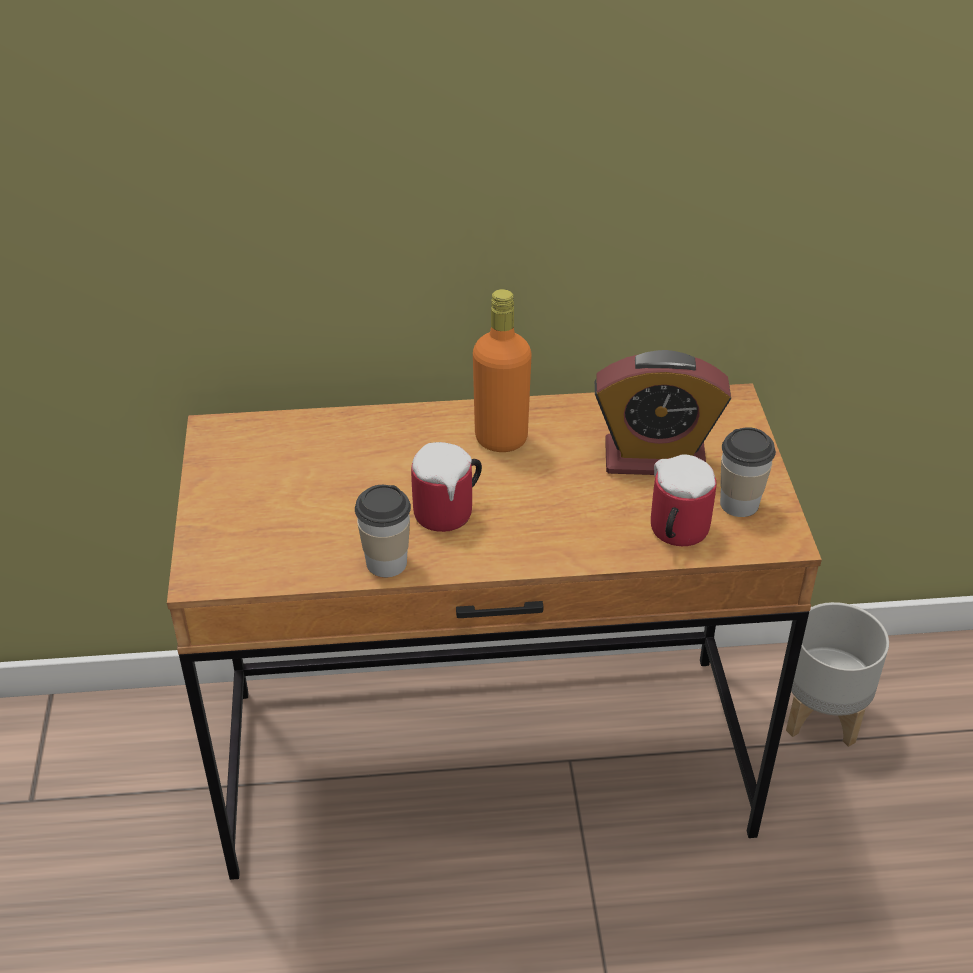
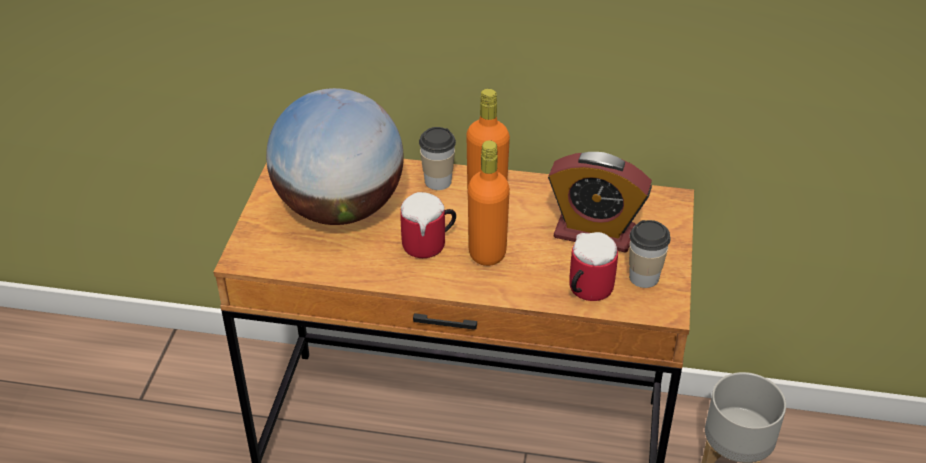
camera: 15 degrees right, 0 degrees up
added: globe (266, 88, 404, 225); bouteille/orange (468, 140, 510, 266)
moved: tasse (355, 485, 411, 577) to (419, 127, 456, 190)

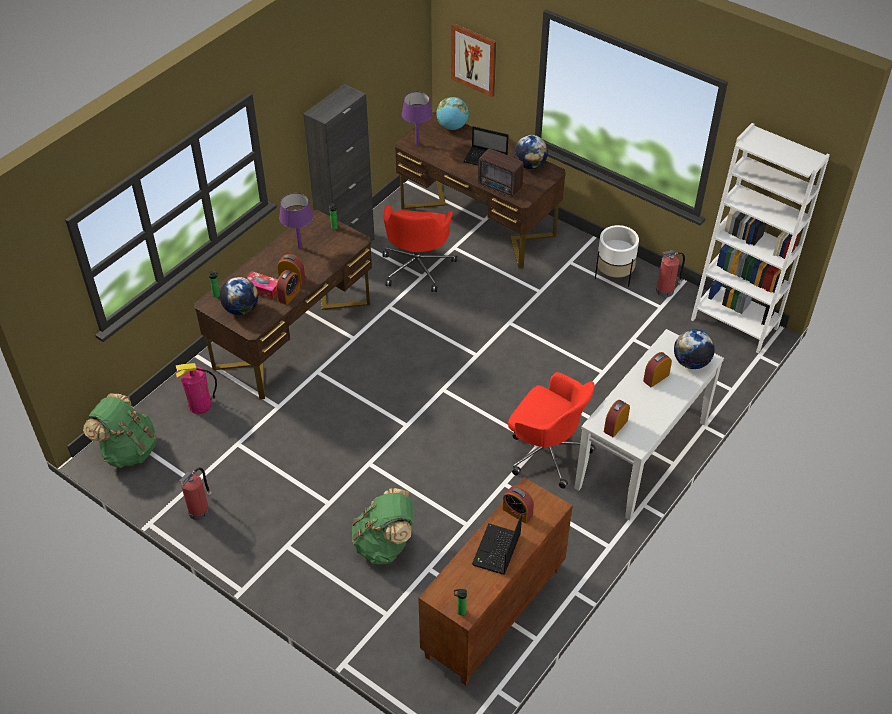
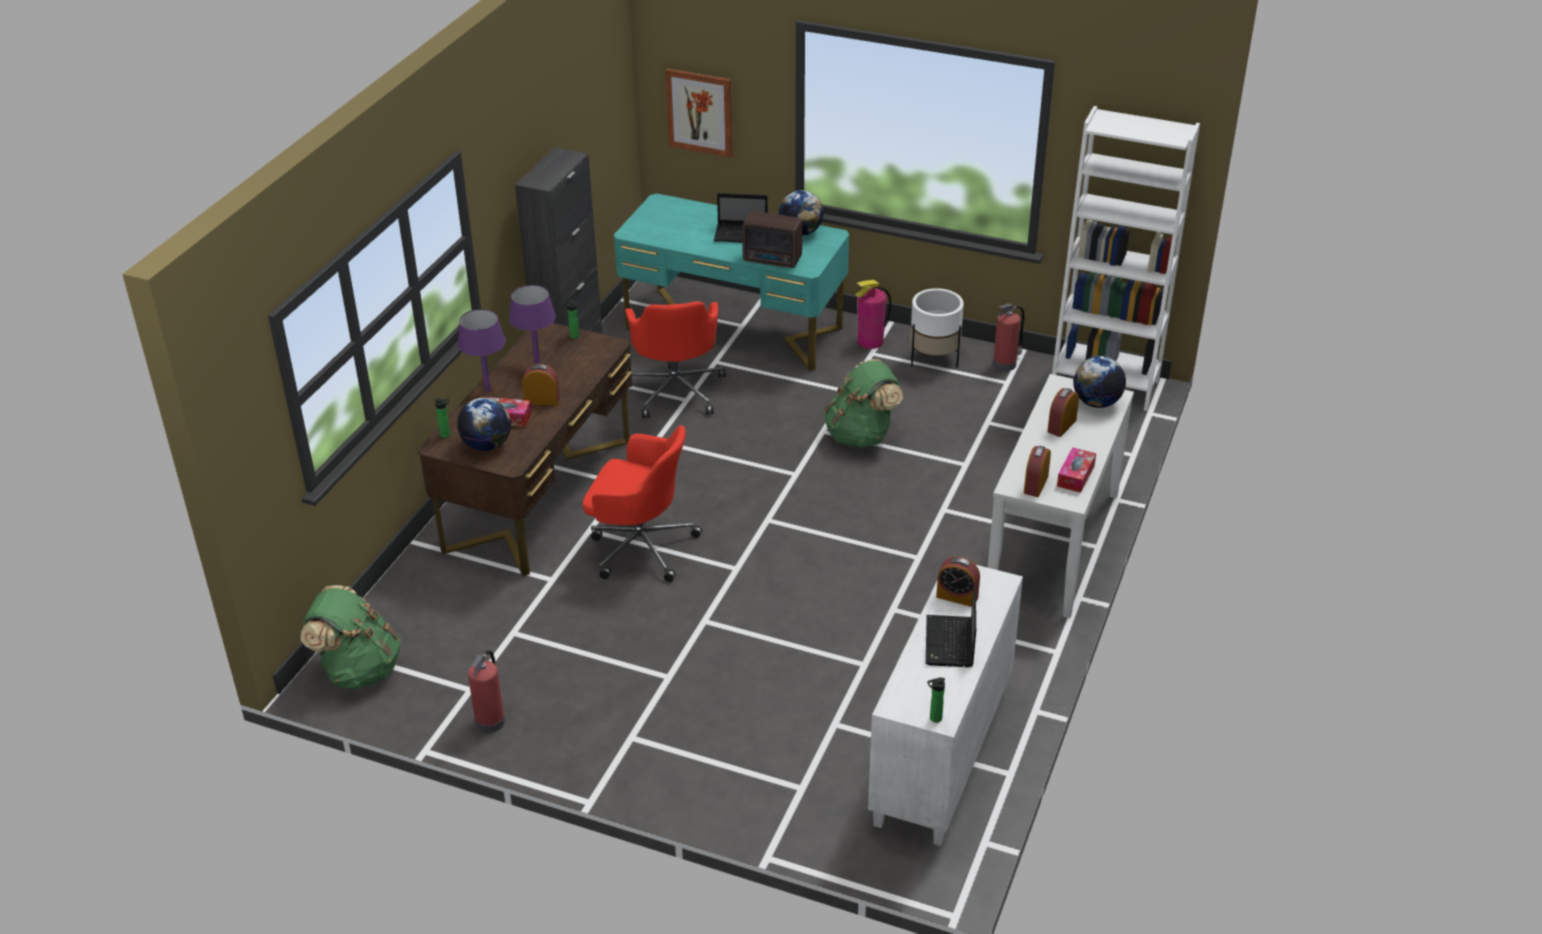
camera: 15 degrees left, 10 degrees down
removed: réveil (276, 270, 301, 305); globe (436, 97, 469, 130)
added: boîte à mouchoirs (1057, 447, 1096, 493)
moved: extincteur (176, 363, 217, 414) to (855, 280, 891, 349); sac à dos/vert (352, 488, 414, 564) to (823, 359, 903, 448); lampe de table/violet (402, 92, 433, 146) to (458, 309, 505, 392); chaise de bureau/rouge (508, 372, 595, 489) to (582, 425, 702, 582)
recoloured: bureau/marron (394, 112, 566, 269) to bureau/turquoise (614, 194, 849, 371); meuble de rangement/marron (418, 477, 573, 685) to meuble de rangement/blanc (868, 565, 1023, 846)

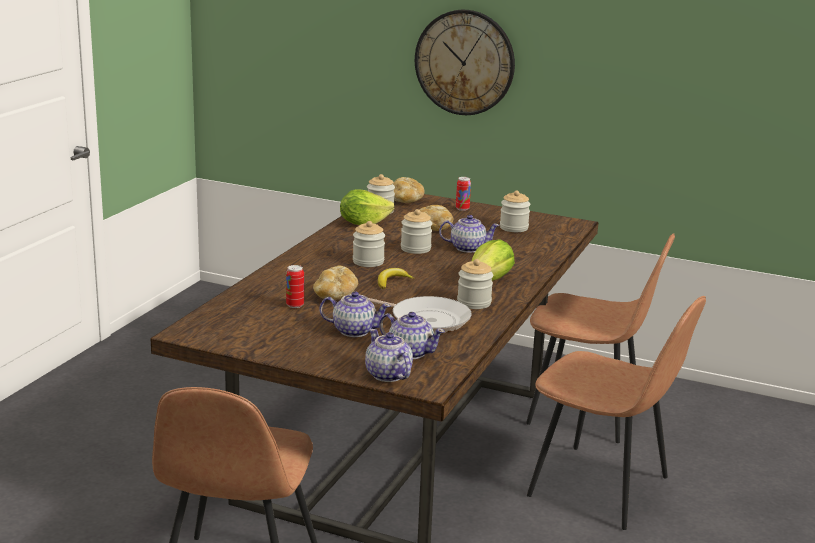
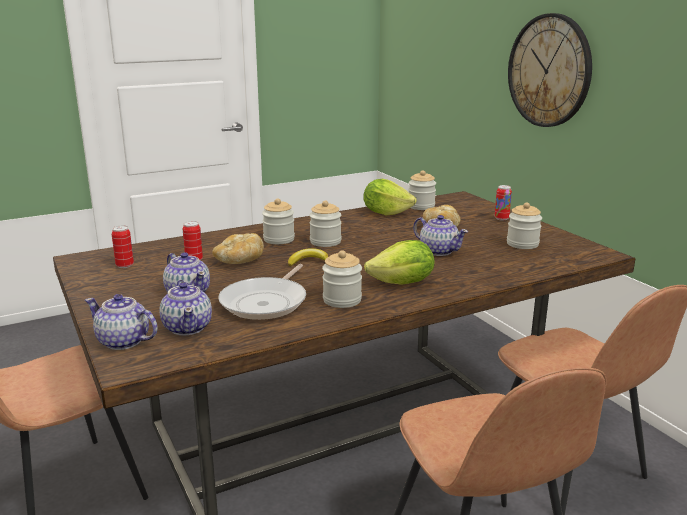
camera: 40 degrees right, 0 degrees up
removed: pain (393, 177, 425, 203)
added: boîte métallique (112, 225, 134, 268)
moved: bocal (401, 209, 432, 254) to (262, 198, 295, 244)
turned: théière (365, 329, 413, 382) = (85, 294, 158, 350) 75 degrees counterclockwise; poêle (368, 296, 472, 333) = (218, 264, 306, 320) 45 degrees clockwise

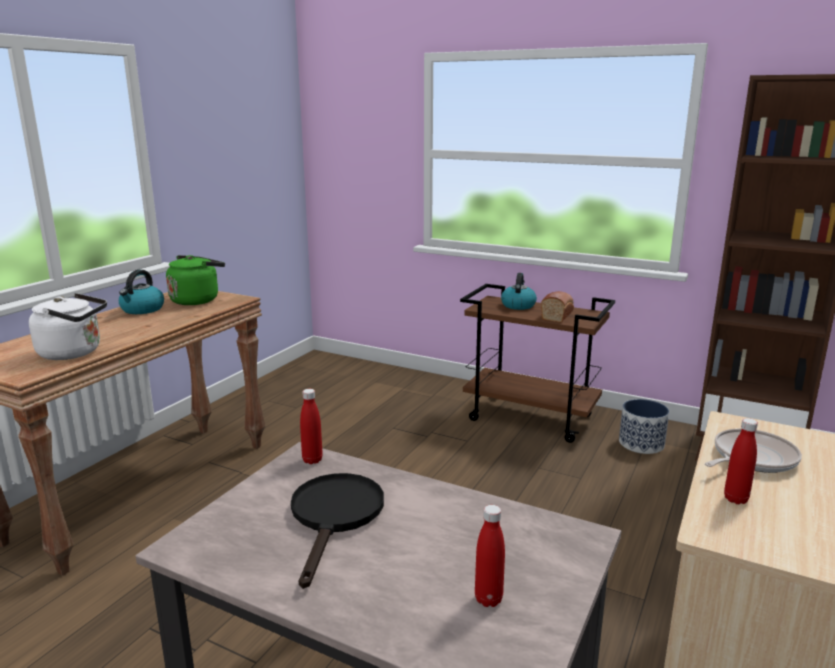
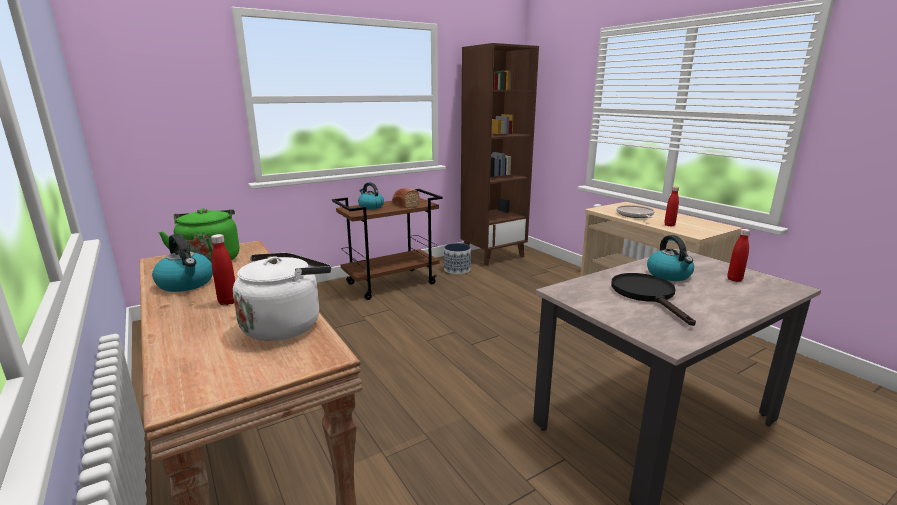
camera: 60 degrees left, 0 degrees up
added: bouilloire (647, 235, 694, 281)
moved: bouteille/rouge (300, 389, 323, 464) to (211, 234, 235, 305)
turned: poêle/noir (291, 473, 384, 589) = (611, 273, 696, 326) 45 degrees clockwise

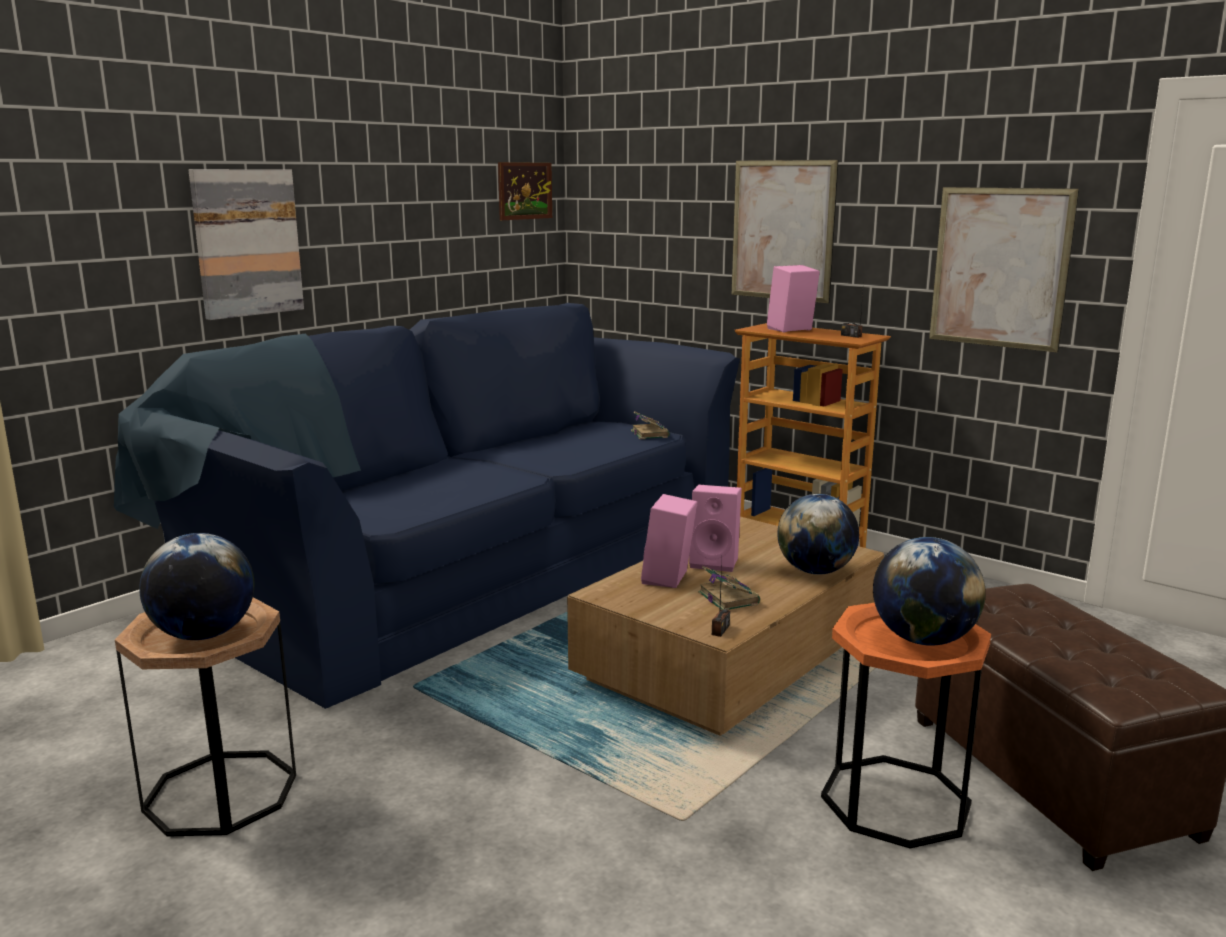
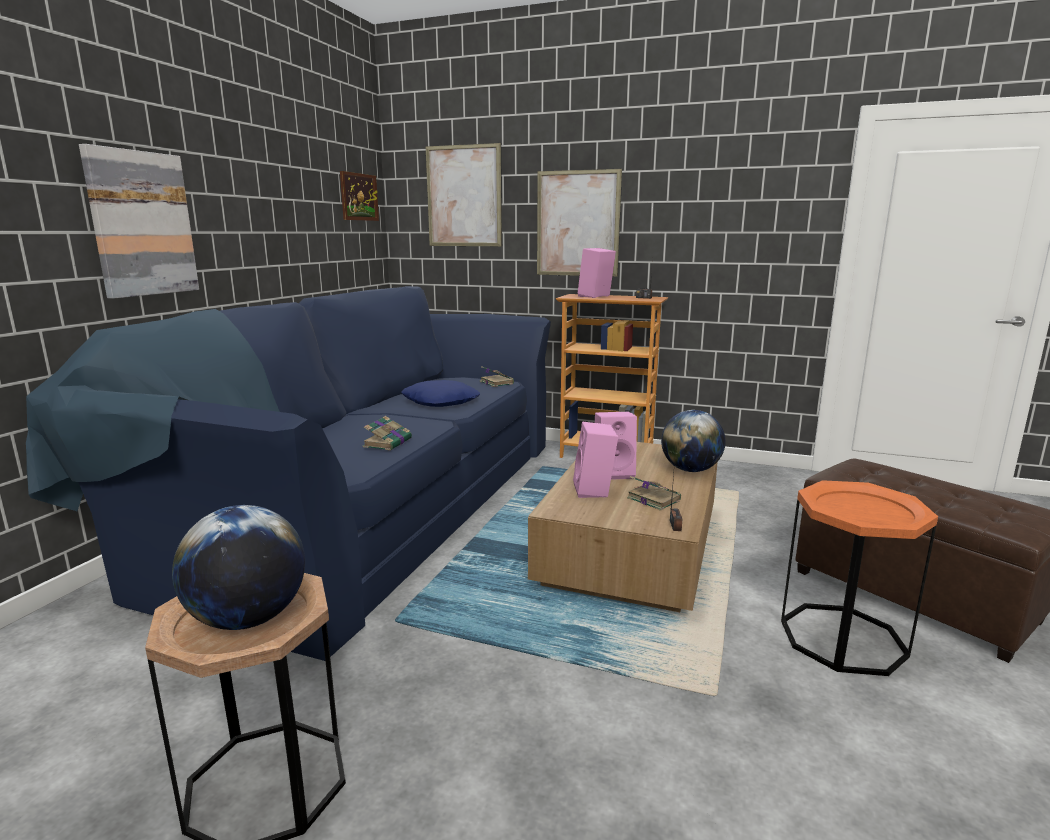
camera: 20 degrees left, 0 degrees up
removed: globe (873, 537, 986, 646)
added: livre (363, 416, 412, 451); coussin/bleu (402, 380, 480, 407)
moved: tableau (929, 187, 1079, 353) to (426, 143, 502, 246)

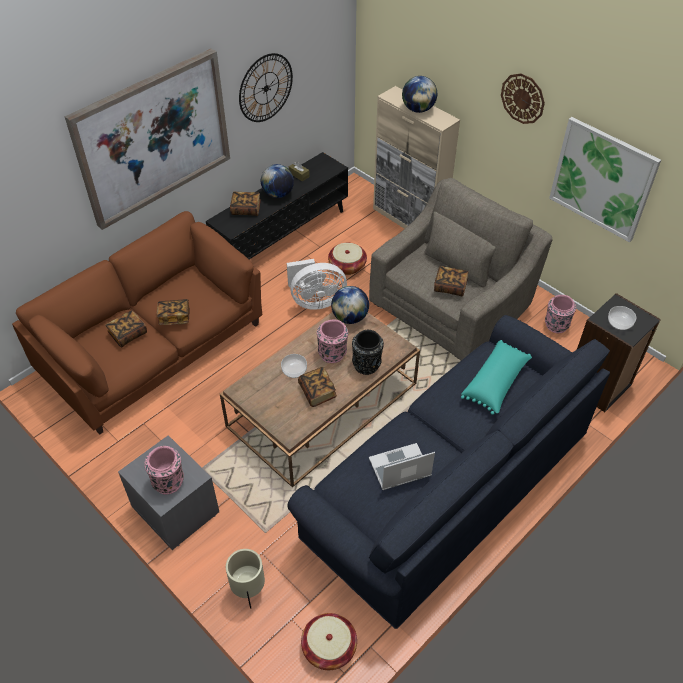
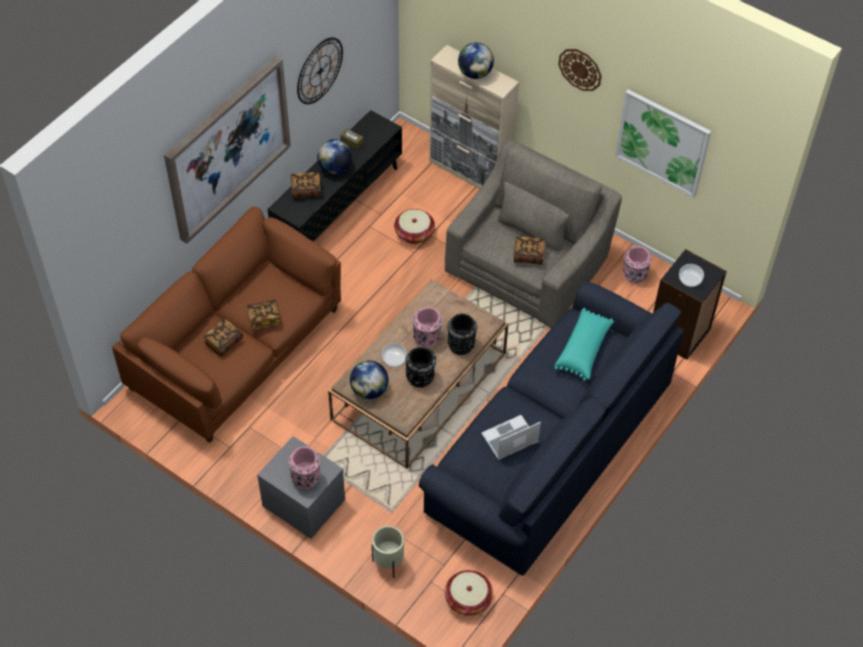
camera: 10 degrees left, 5 degrees up
removed: ventilateur/blanc (287, 259, 347, 310)
moved: globe (331, 286, 369, 324) to (350, 361, 389, 399)
replaced: livre (298, 367, 337, 407) to vase/noir (406, 347, 436, 388)

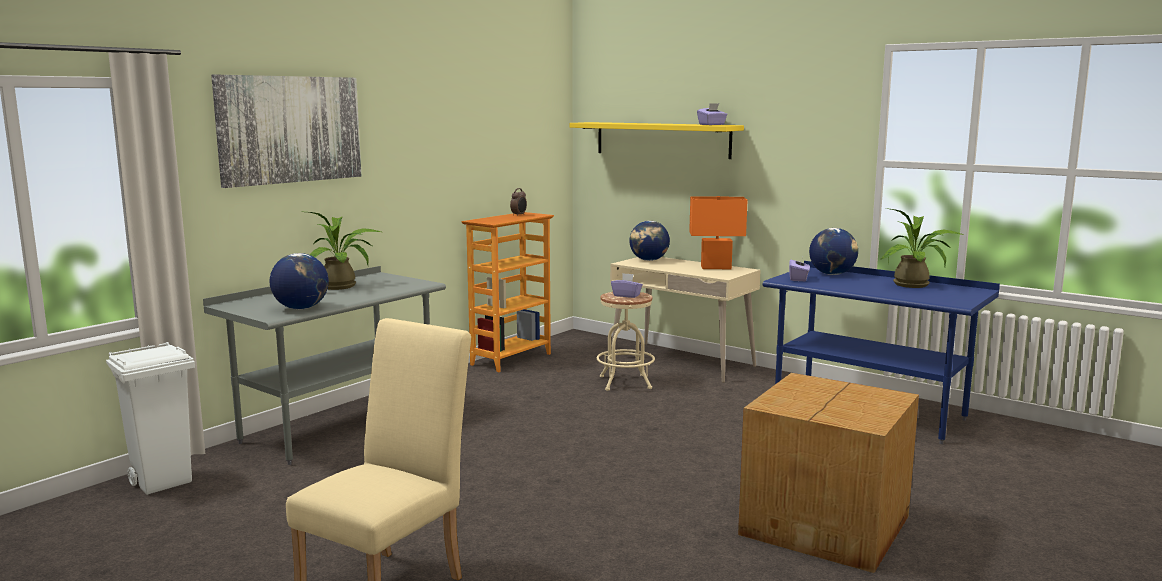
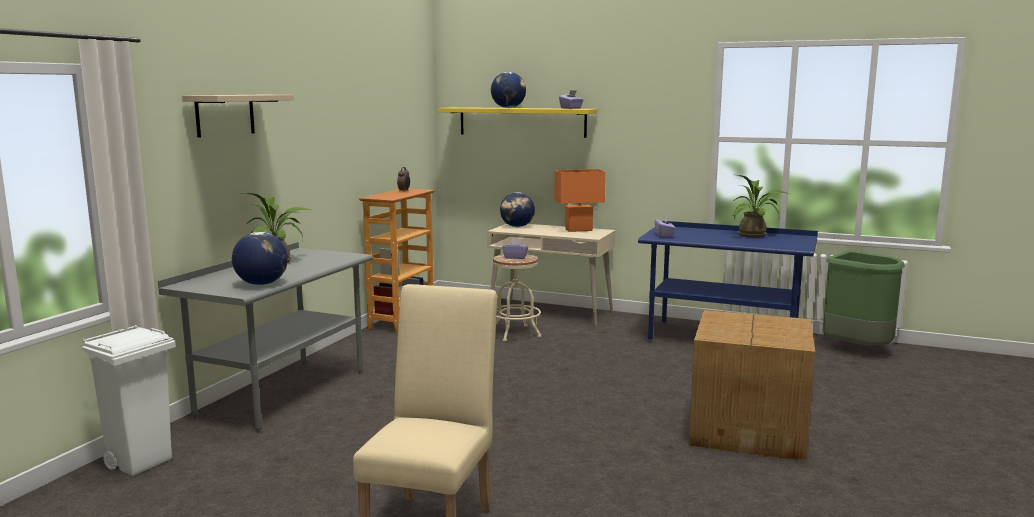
camera: 15 degrees left, 0 degrees up
added: poubelle/vert (823, 251, 905, 346)
moved: globe (809, 228, 858, 275) to (491, 72, 526, 108)
replaced: tableau (211, 75, 362, 188) to étagère/beige (182, 95, 294, 138)

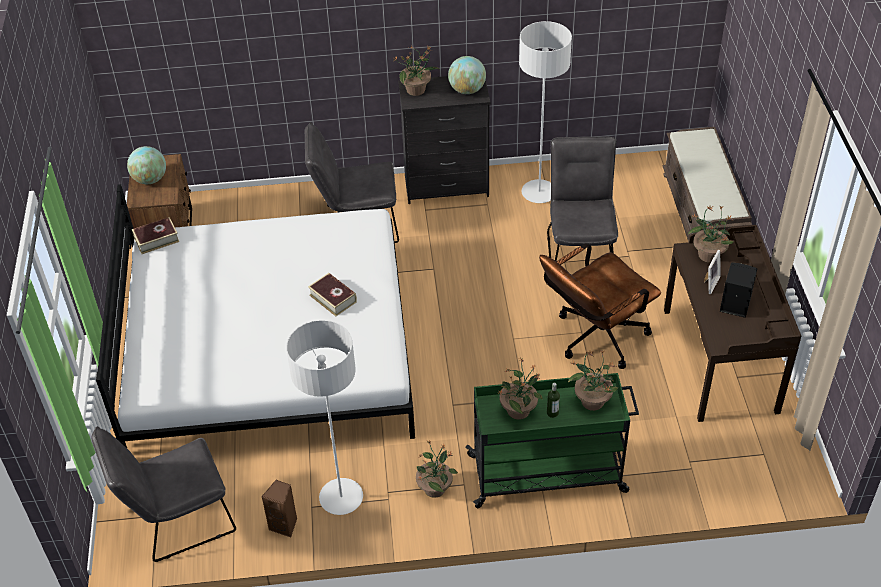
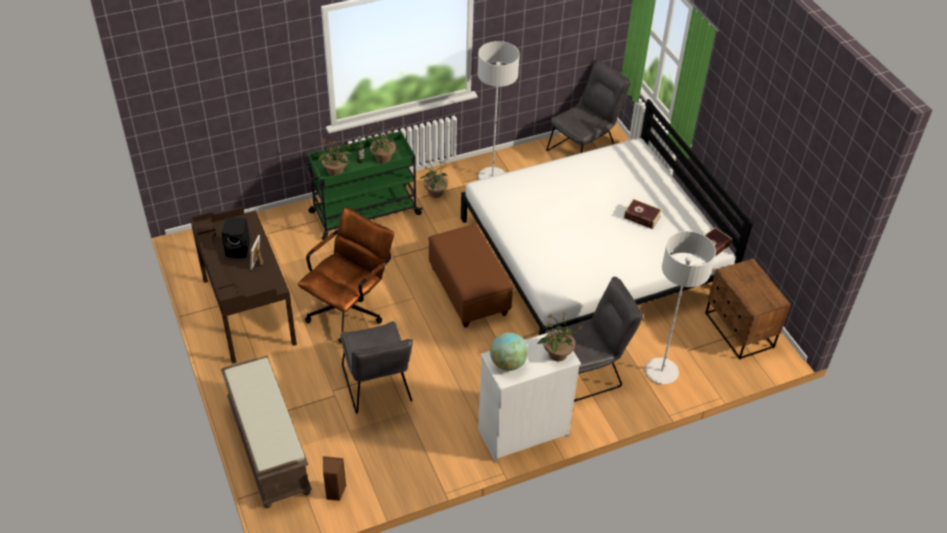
camera: 160 degrees right, 0 degrees up
removed: globe (127, 146, 166, 184); plante en pot (688, 205, 733, 263)
added: pouf/marron (428, 224, 514, 328)
moved: enceinte/marron (262, 480, 297, 537) to (323, 456, 346, 501); livre (308, 273, 357, 316) to (624, 199, 662, 229); lampadaire/gris (519, 21, 572, 203) to (645, 231, 716, 384)
recoloured: commode/noir (398, 76, 490, 204) to commode/blanc (478, 330, 581, 462)

